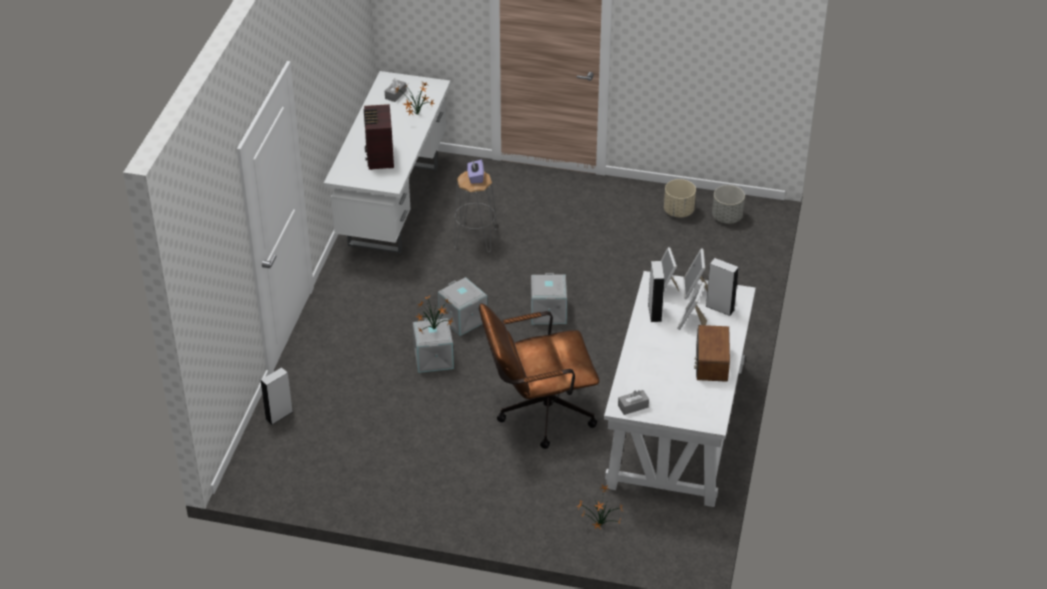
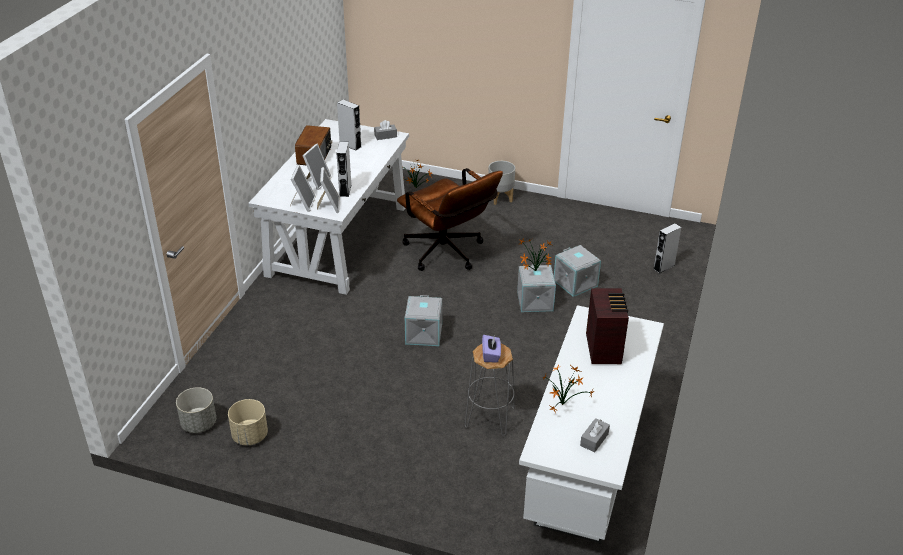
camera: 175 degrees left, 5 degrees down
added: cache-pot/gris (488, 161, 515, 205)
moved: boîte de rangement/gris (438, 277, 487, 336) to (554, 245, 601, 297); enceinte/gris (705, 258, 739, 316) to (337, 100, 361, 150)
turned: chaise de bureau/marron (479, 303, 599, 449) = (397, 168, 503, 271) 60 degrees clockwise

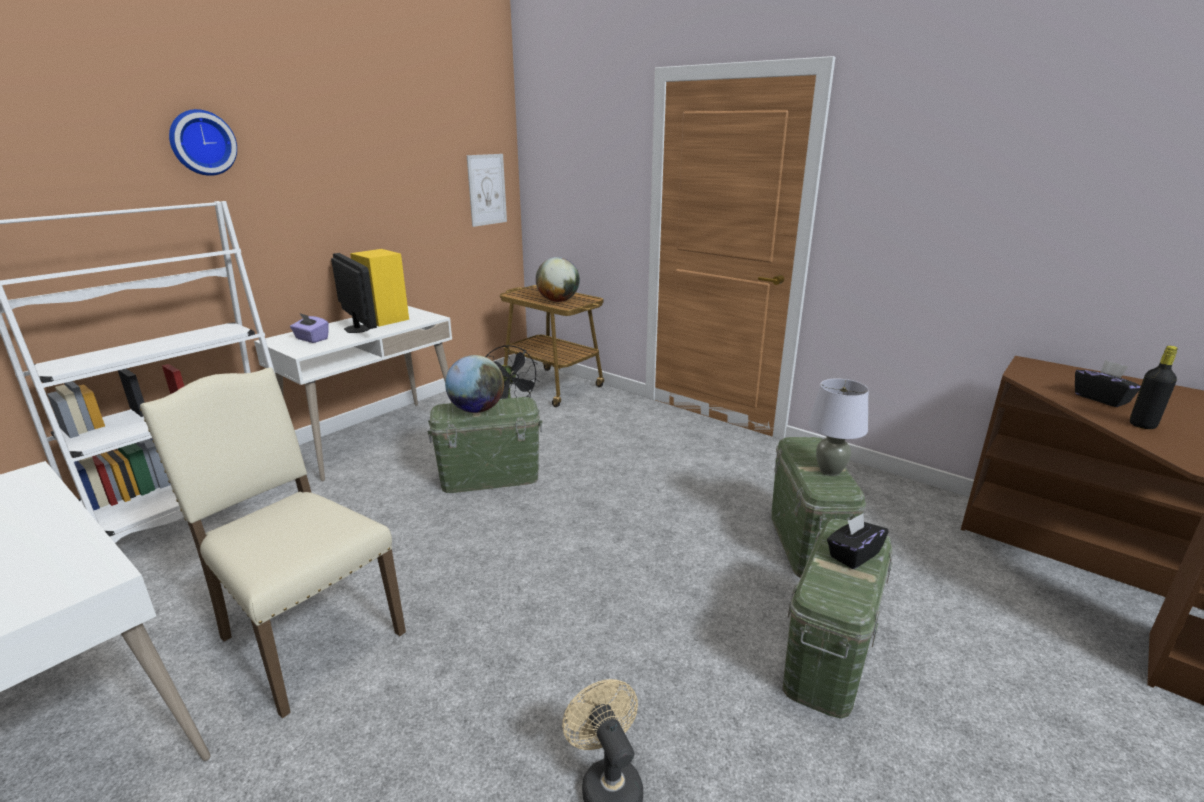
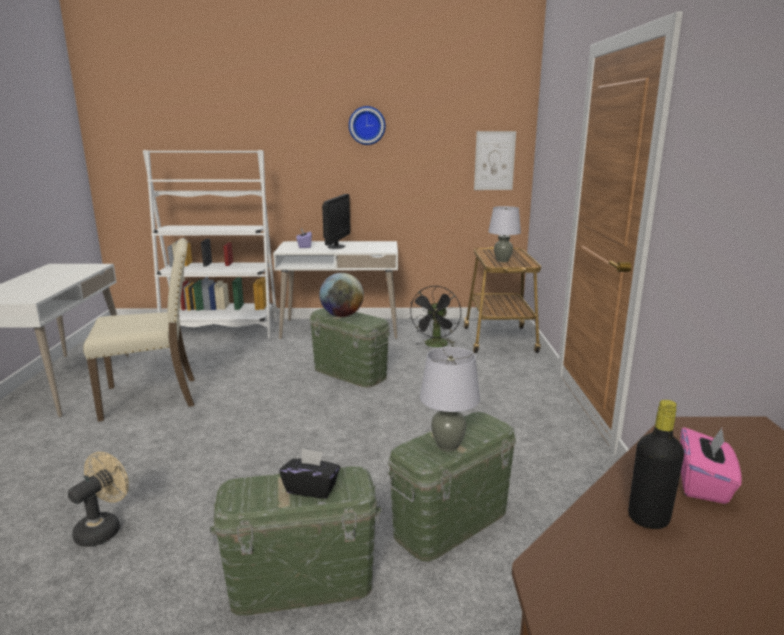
camera: 50 degrees right, 5 degrees down
removed: enceinte/jaune (350, 249, 409, 327)
moved: horloge murale (169, 109, 237, 176) to (349, 106, 386, 145)
replaced: globe (536, 257, 580, 302) to lampe de table/gris (488, 206, 521, 262)
recoloured: boîte à mouchoirs/noir (1075, 360, 1141, 407) to boîte à mouchoirs/rose (680, 426, 742, 504)
turned: chaise/beige (140, 367, 406, 718) = (83, 238, 195, 422) 75 degrees clockwise

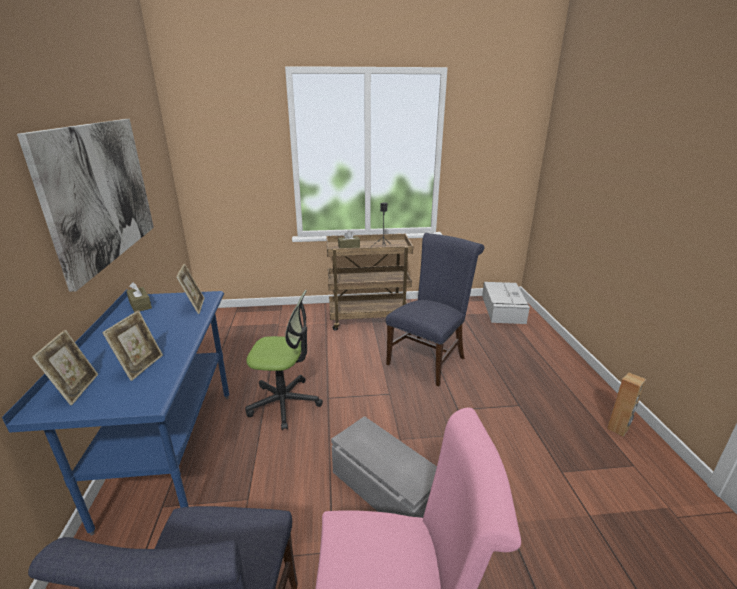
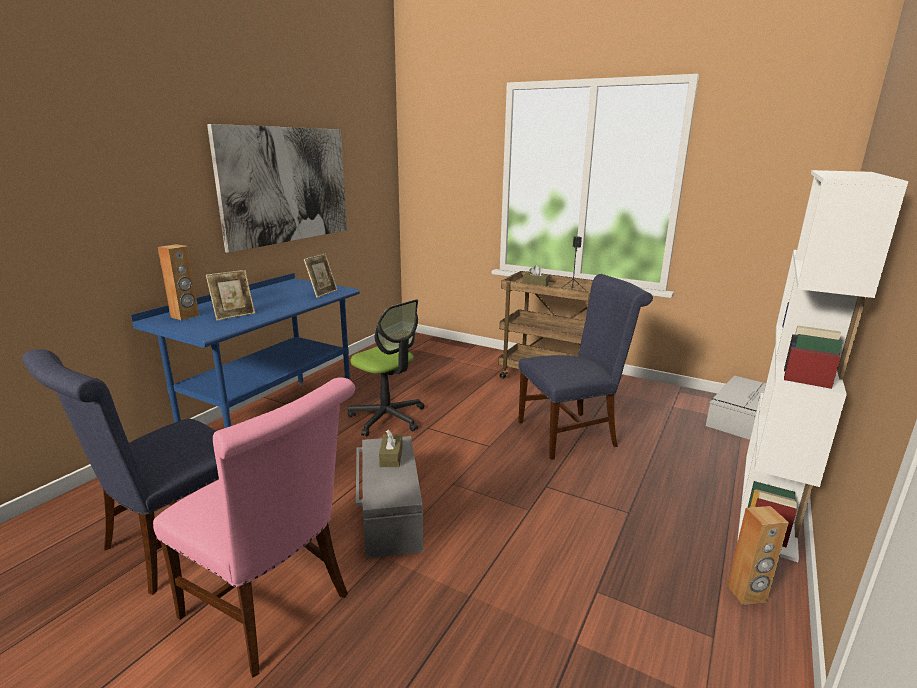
camera: 35 degrees right, 5 degrees down
added: bibliothèque/blanc (737, 170, 909, 562)
moved: boîte à mouchoirs/marron (126, 282, 152, 313) to (379, 429, 403, 467)
replaced: cadre photo (32, 330, 98, 405) to enceinte/marron (158, 244, 199, 320)

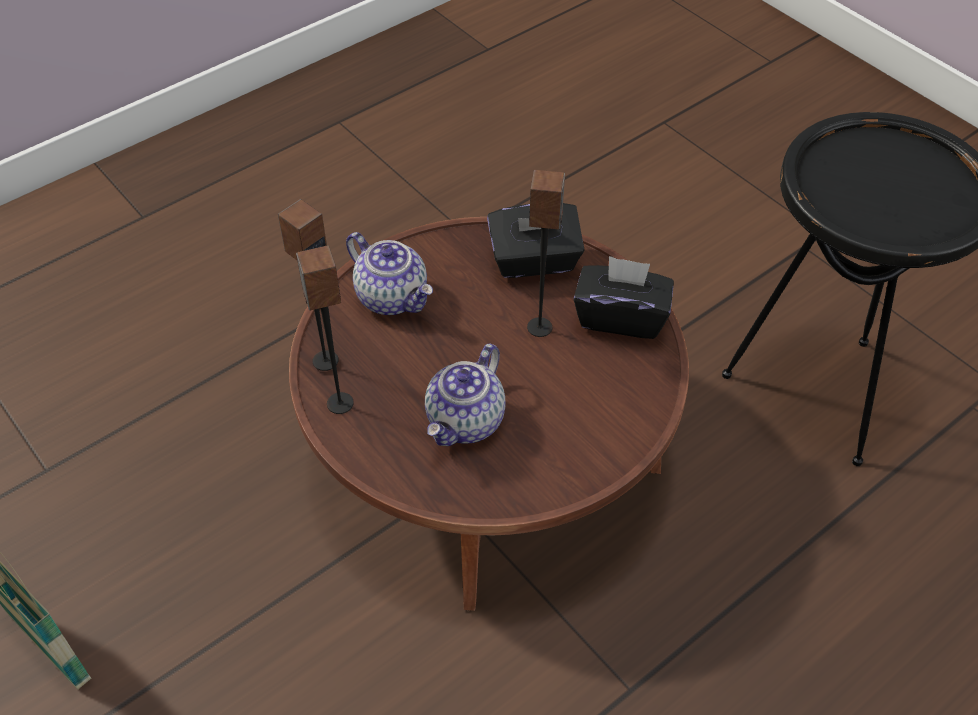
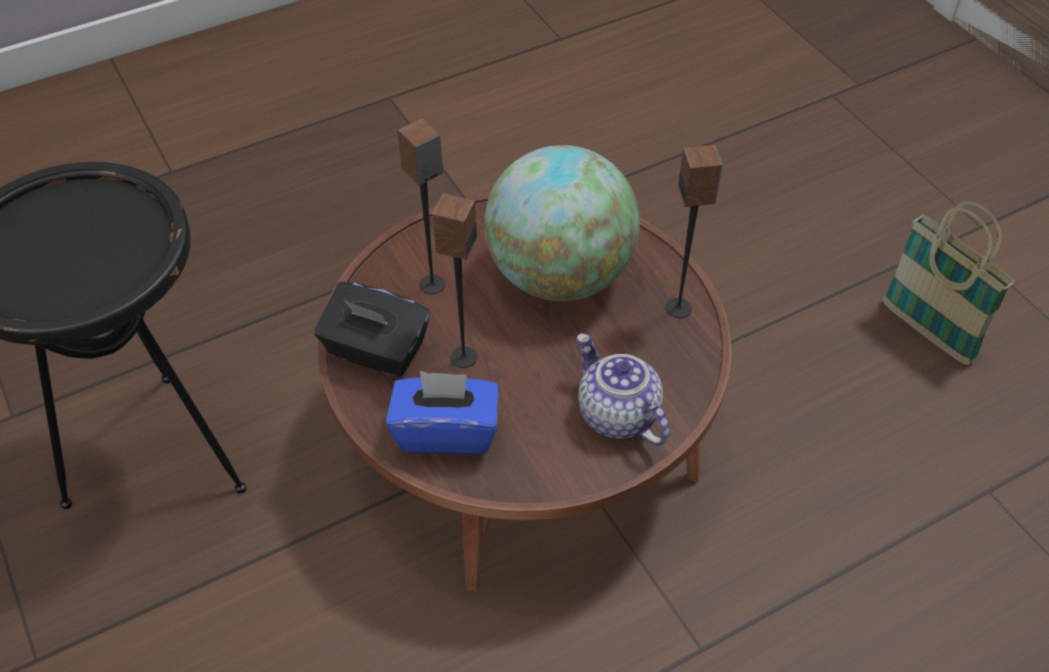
camera: 170 degrees left, 0 degrees up
moved: enceinte (278, 199, 339, 371) to (398, 119, 445, 294)
replaced: théière (425, 344, 505, 446) to globe (484, 145, 640, 301)
recoloured: boîte à mouchoirs/noir (487, 203, 585, 278) to boîte à mouchoirs/bleu (386, 371, 499, 455)

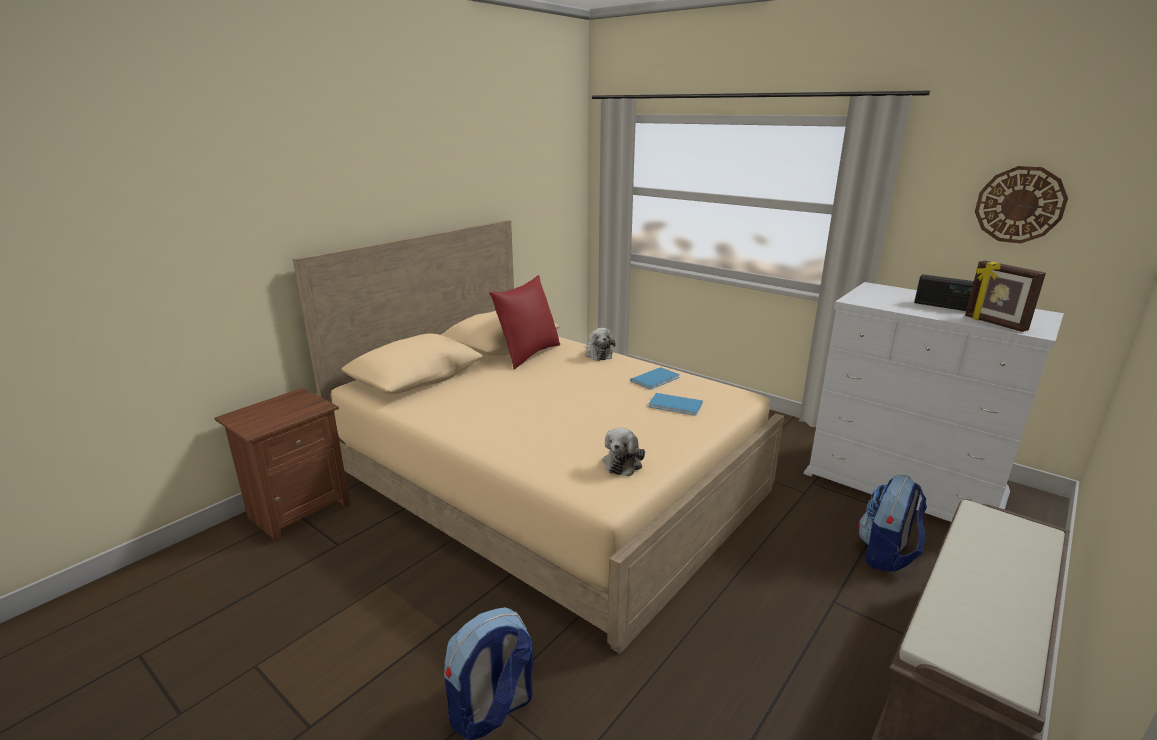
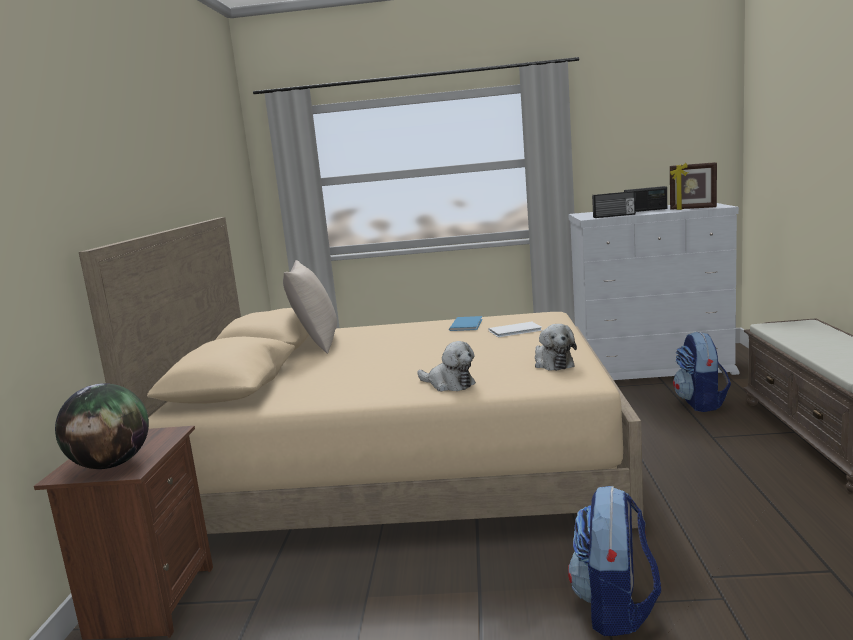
camera: 35 degrees left, 10 degrees down
removed: horloge murale (975, 166, 1068, 244)
added: globe (55, 383, 149, 469); radio (592, 191, 636, 218)
moved: peluche (585, 328, 616, 361) to (417, 341, 476, 391)
recoloured: coussin/rouge (489, 275, 560, 369) to coussin/beige (283, 260, 337, 354); livre/bleu (649, 393, 703, 416) to livre/blanc (488, 322, 542, 337)

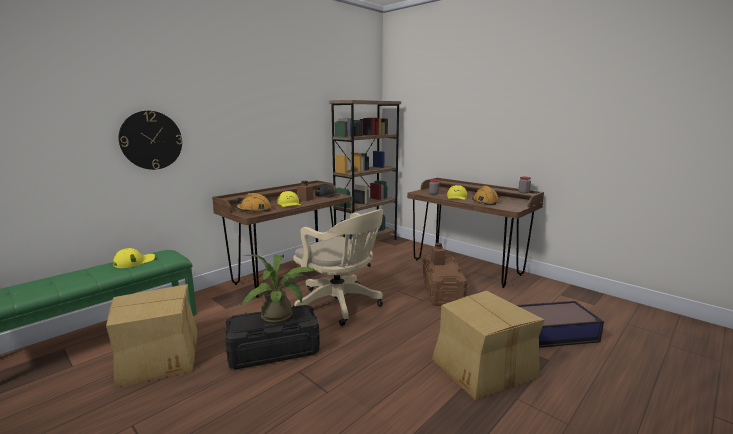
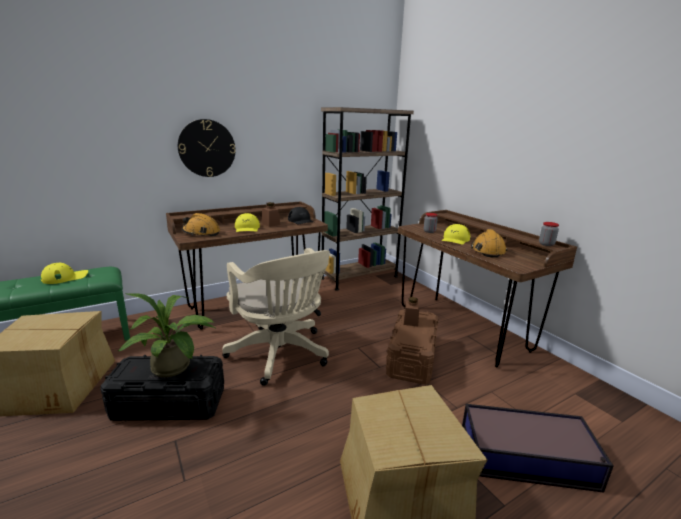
camera: 15 degrees right, 5 degrees up
moved: horloge murale (119, 111, 183, 170) to (178, 119, 236, 177)

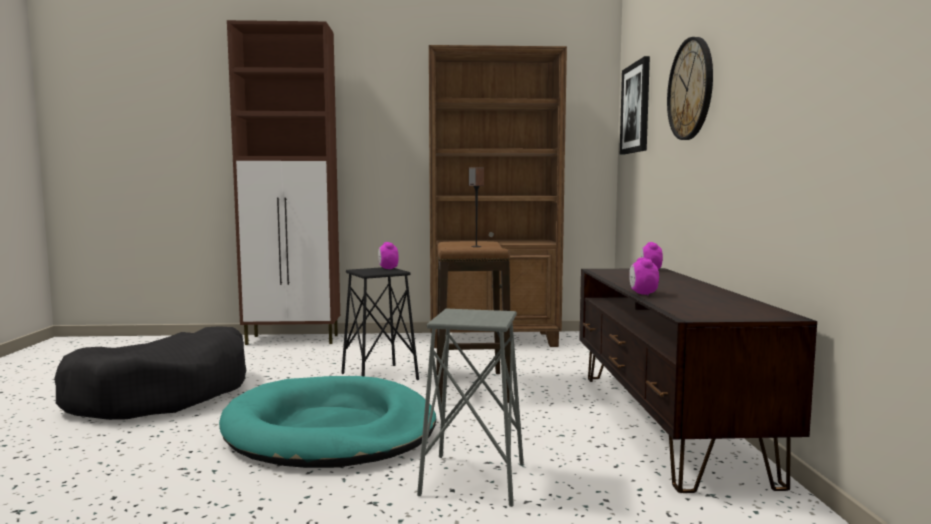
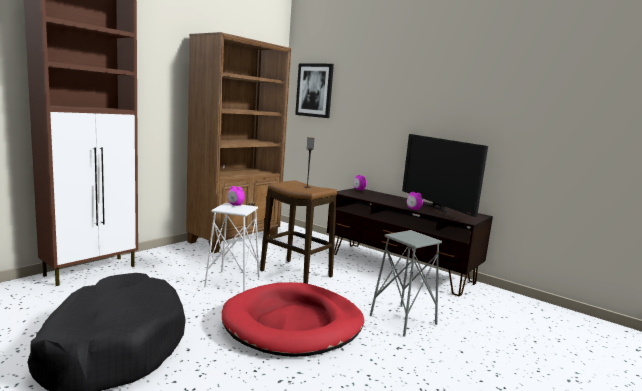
camera: 50 degrees left, 5 degrees up
removed: horloge murale (667, 37, 713, 140)
added: téléviseur (402, 134, 488, 217)
recoloured: panier pour chien/turquoise (219, 376, 436, 468) to panier pour chien/rouge (222, 282, 364, 357); tabouret/noir (341, 267, 419, 380) to tabouret/blanc (204, 203, 260, 292)

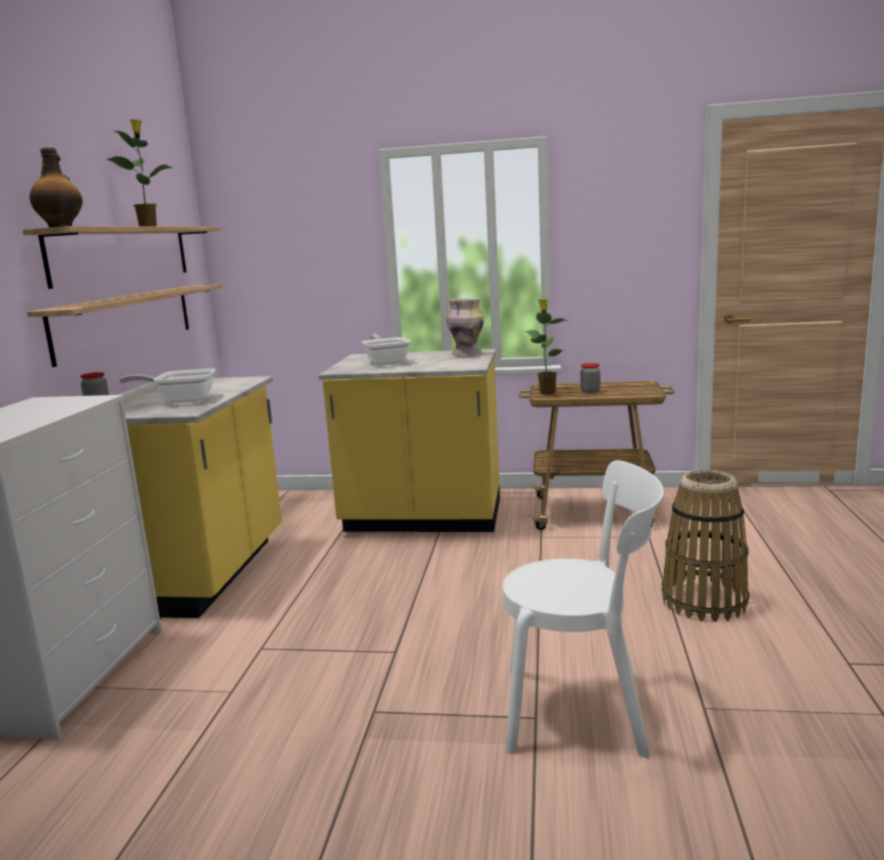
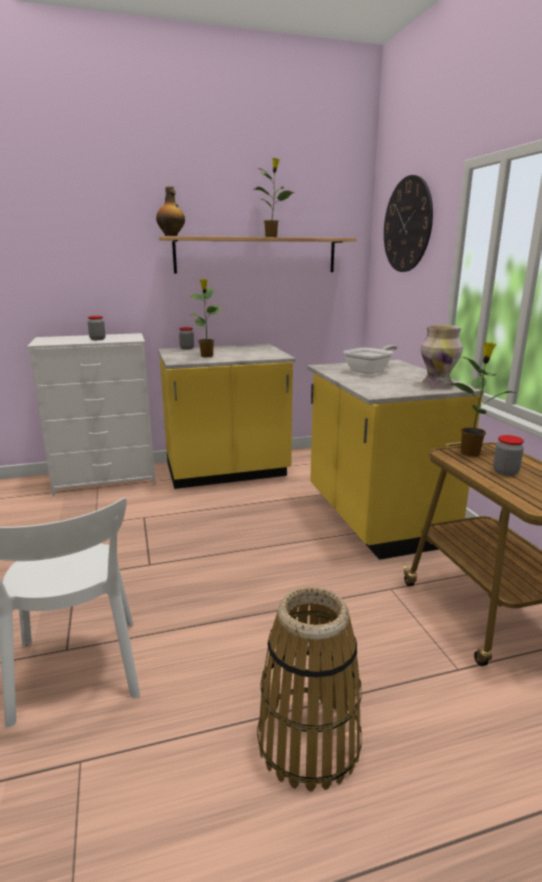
camera: 65 degrees right, 5 degrees up
removed: étagère (27, 284, 223, 367)
added: bocal (88, 316, 106, 340); horloge murale (384, 175, 433, 272)
replaced: poêle (119, 368, 216, 403) to plante en pot (190, 279, 220, 357)

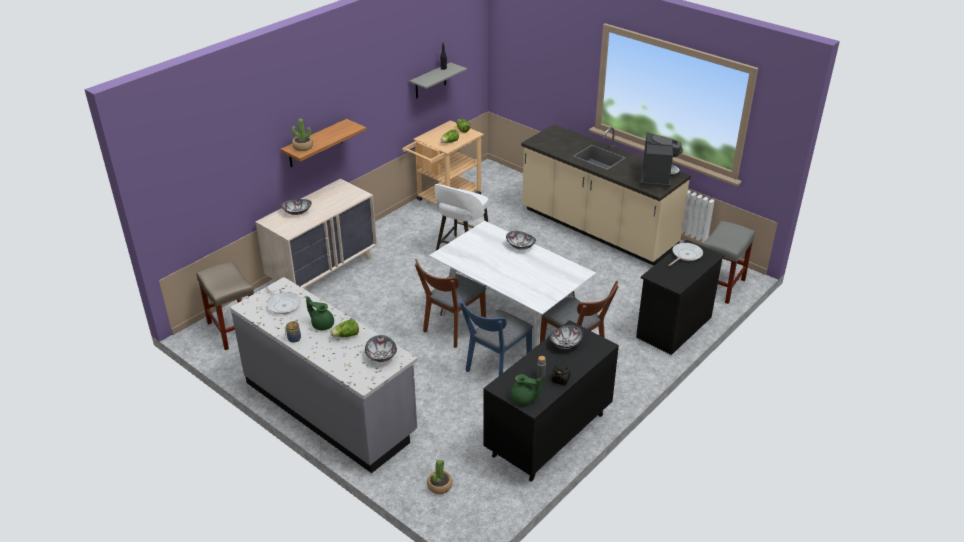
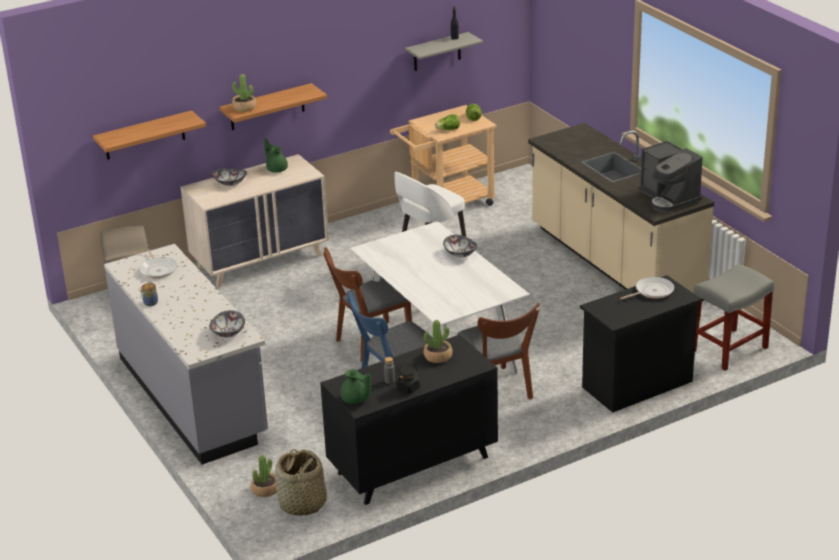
camera: 20 degrees right, 5 degrees down
removed: laitue (330, 319, 359, 337)
added: étagère (93, 110, 206, 160); panier (275, 449, 327, 516)
moved: théière/vert (306, 296, 334, 330) to (264, 139, 288, 173)
replaced: bol (550, 325, 583, 349) to plante en pot (424, 320, 452, 363)
turned: machine à café (641, 132, 683, 188) = (638, 141, 703, 212) 120 degrees clockwise

